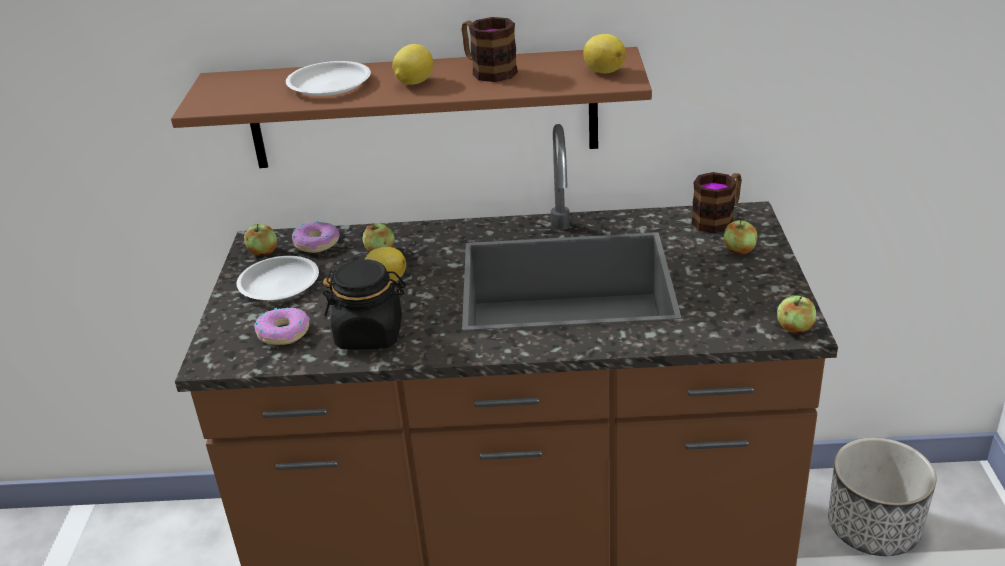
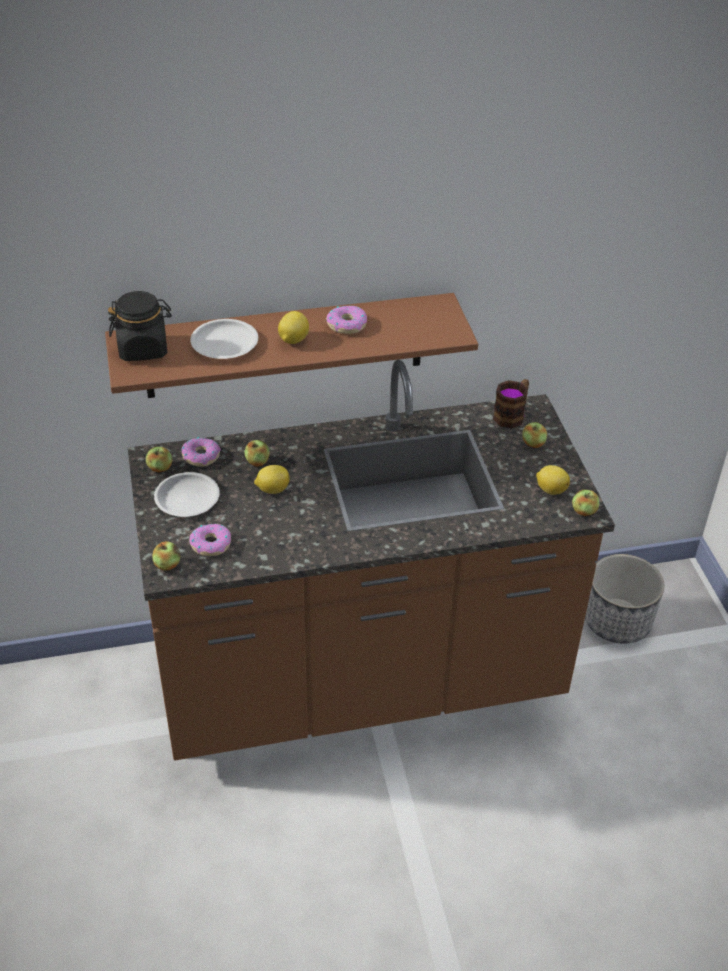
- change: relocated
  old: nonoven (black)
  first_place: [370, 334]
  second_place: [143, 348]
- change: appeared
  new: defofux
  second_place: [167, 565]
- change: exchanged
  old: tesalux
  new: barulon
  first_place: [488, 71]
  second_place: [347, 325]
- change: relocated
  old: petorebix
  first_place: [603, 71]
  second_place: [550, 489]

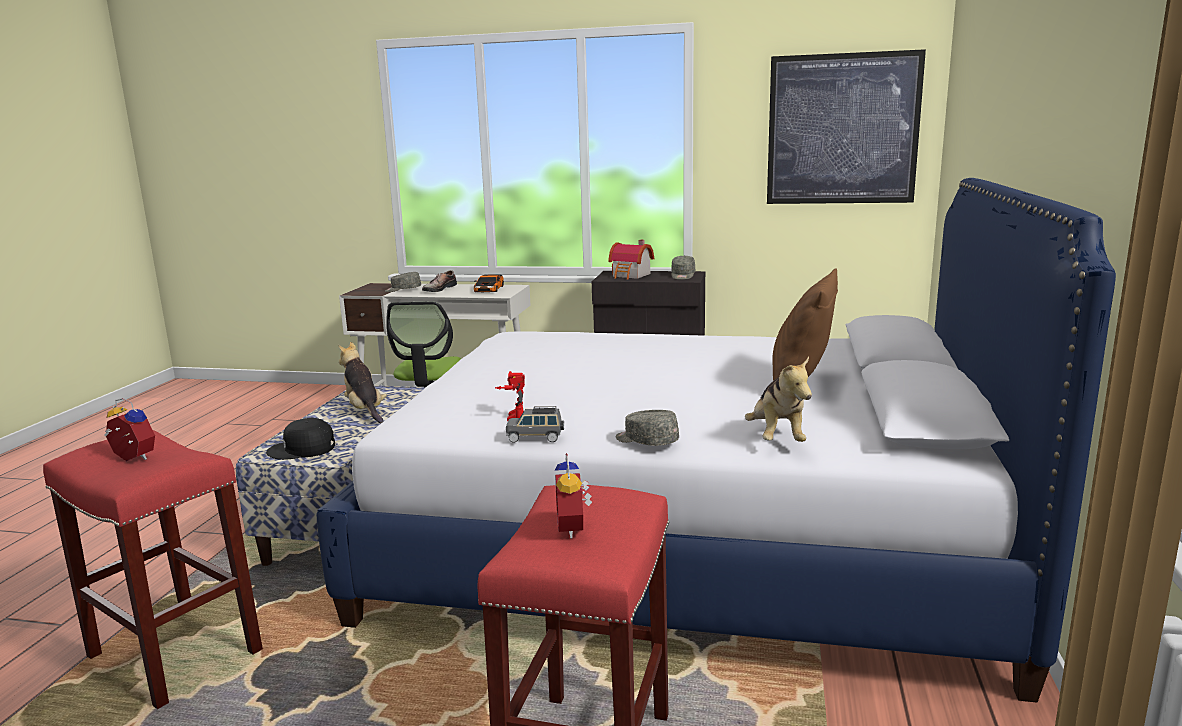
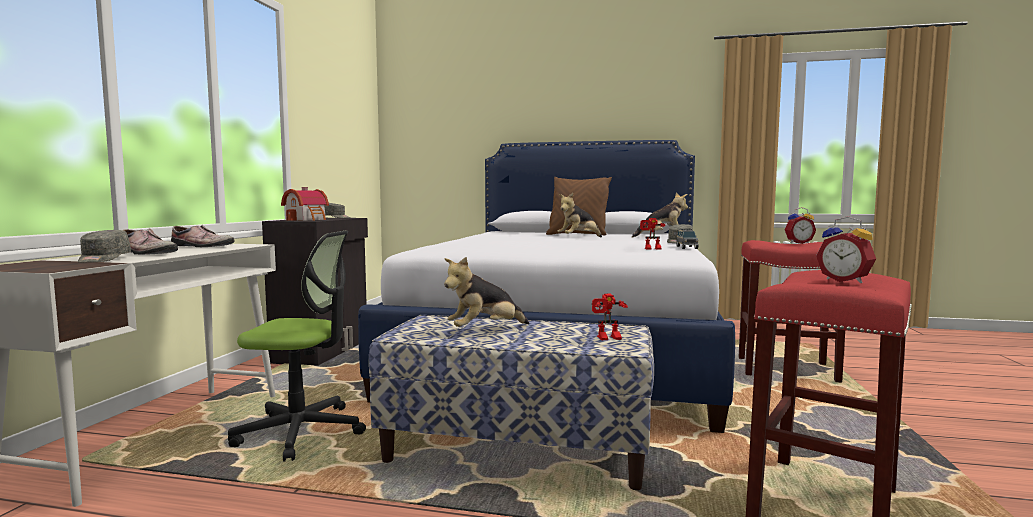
- change: exchanged
  old: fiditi
  new: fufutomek
  first_place: [489, 289]
  second_place: [201, 246]
- change: appeared
  new: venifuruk
  second_place: [579, 238]
- change: exchanged
  old: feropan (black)
  new: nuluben
  first_place: [302, 449]
  second_place: [608, 339]
- change: spun
  old: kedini
  first_place: [131, 459]
  second_place: [845, 281]
  degrees: -60
- change: missing
  old: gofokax
  first_place: [842, 129]

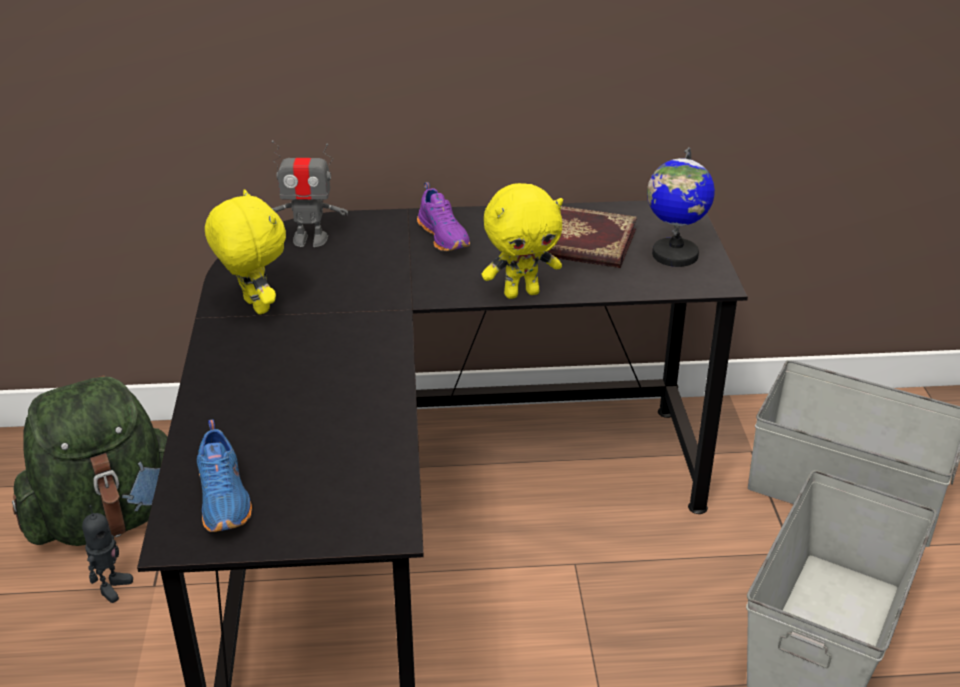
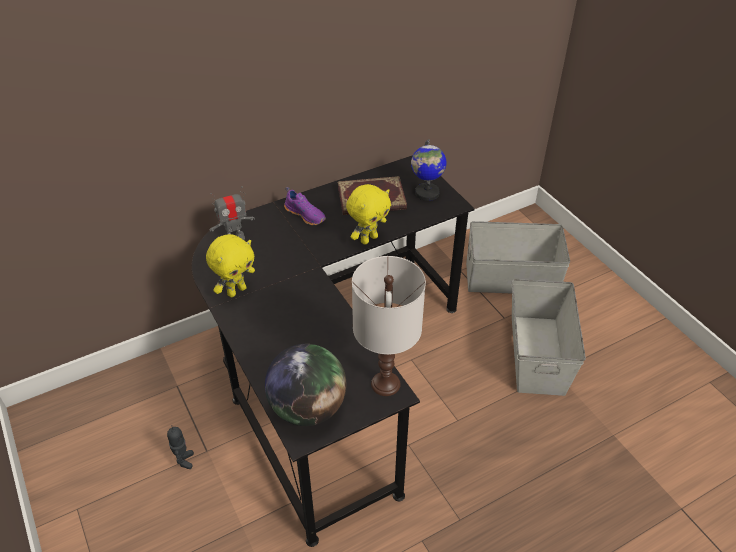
- change: spun
  old: venifuruk (yellow)
  first_place: [254, 306]
  second_place: [236, 291]
  degrees: 105
- change: exchanged
  old: fufutomek (blue)
  new: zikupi
  first_place: [225, 499]
  second_place: [308, 408]
- change: appeared
  new: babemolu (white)
  second_place: [386, 384]
- change: missing
  old: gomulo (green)
  first_place: [108, 518]

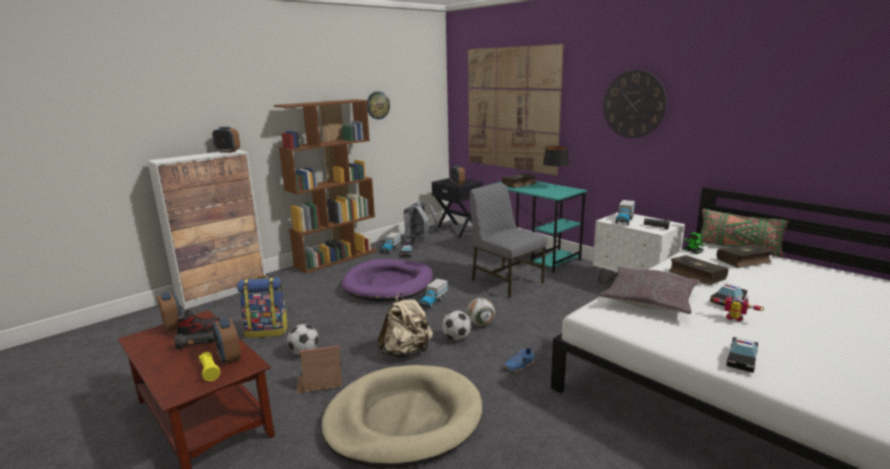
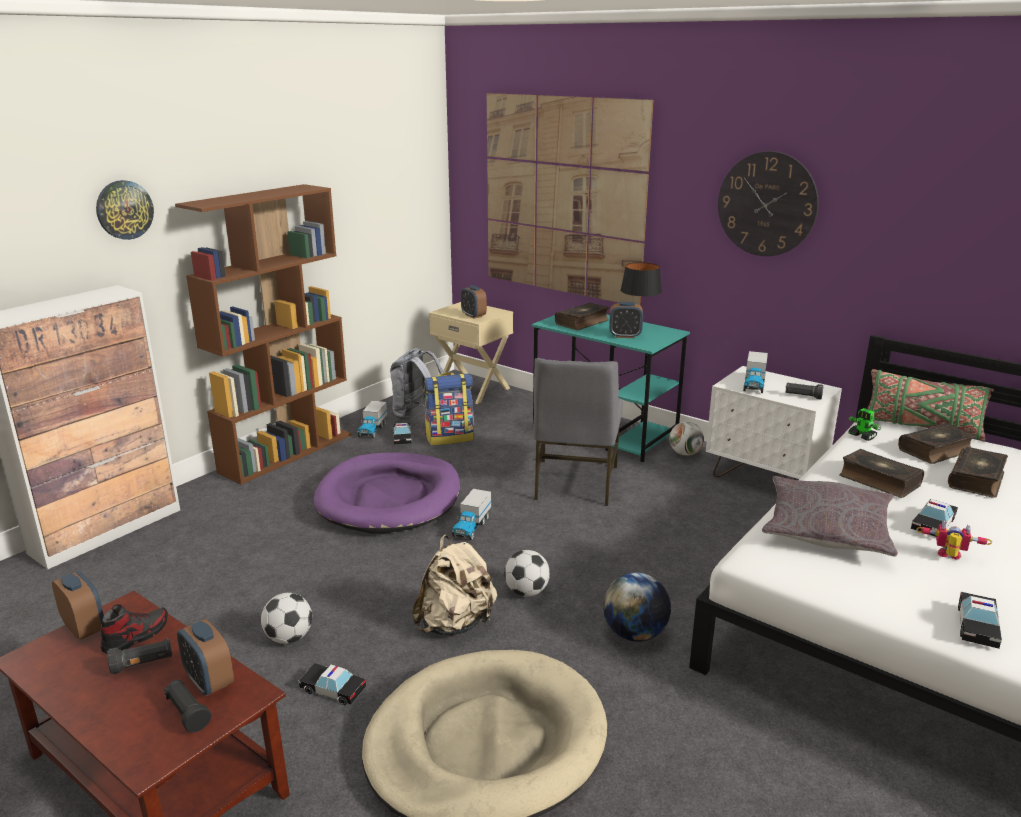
- change: relocated
  old: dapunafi
  first_place: [377, 105]
  second_place: [124, 210]
- change: colour
  old: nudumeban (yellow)
  new: nudumeban (black)
  first_place: [209, 371]
  second_place: [187, 713]
- change: exchanged
  old: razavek
  new: fiditi
  first_place: [320, 382]
  second_place: [333, 689]
- change: relocated
  old: gomulo
  first_place: [267, 331]
  second_place: [450, 437]
- change: colour
  old: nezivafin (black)
  new: nezivafin (beige)
  first_place: [458, 230]
  second_place: [473, 389]
- change: spun
  old: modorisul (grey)
  first_place: [505, 281]
  second_place: [574, 483]
  degrees: -120
- change: exchanged
  old: fufutomek (blue)
  new: zikupi
  first_place: [519, 366]
  second_place: [635, 634]
- change: relocated
  old: kedini
  first_place: [228, 151]
  second_place: [625, 336]
- change: relocated
  old: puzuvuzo
  first_place: [481, 324]
  second_place: [685, 453]
- change: appeared
  new: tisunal
  second_place: [977, 480]

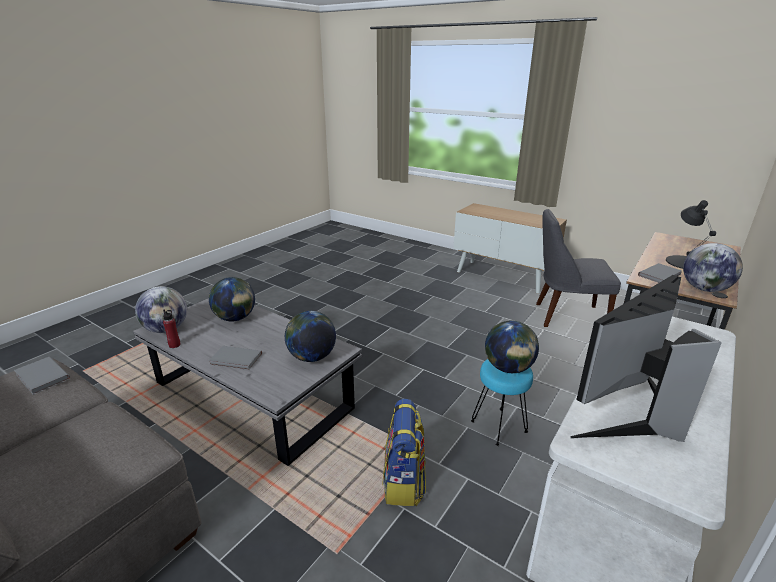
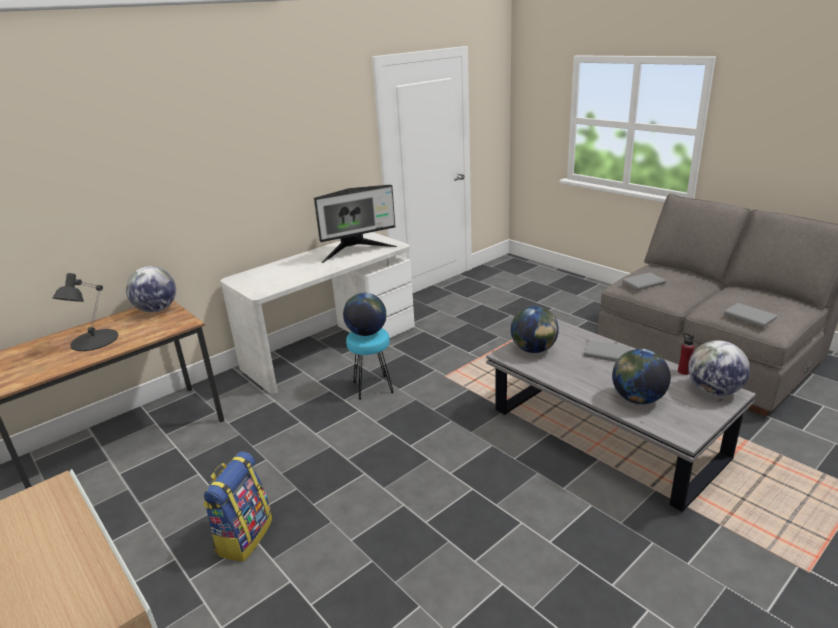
- change: relocated
  old: gomulo
  first_place: [404, 482]
  second_place: [244, 536]
- change: relocated
  old: tisunal (grey)
  first_place: [660, 275]
  second_place: [642, 283]
- change: missing
  old: modorisul (grey)
  first_place: [566, 316]

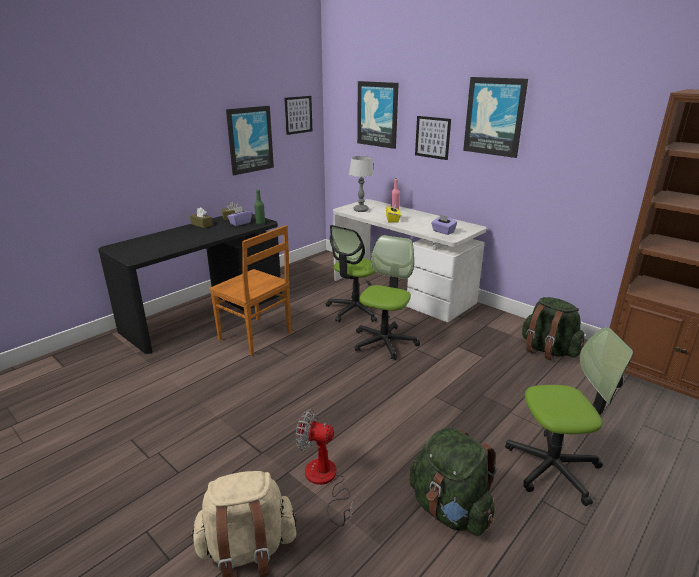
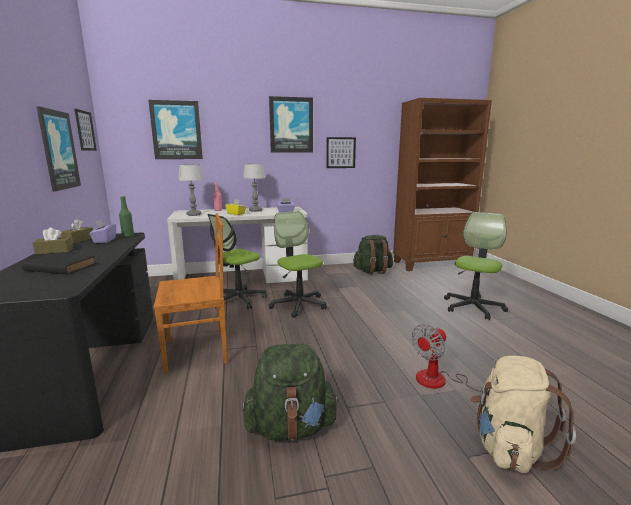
- change: appeared
  new: tisunal (black)
  second_place: [59, 267]
- change: spun
  old: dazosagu
  first_place: [354, 310]
  second_place: [238, 299]
  degrees: 60
- change: relocated
  old: gomulo (green)
  first_place: [449, 509]
  second_place: [291, 427]
- change: appeared
  new: babemolu
  second_place: [255, 210]
- change: relocated
  old: gofokax
  first_place: [432, 137]
  second_place: [340, 152]

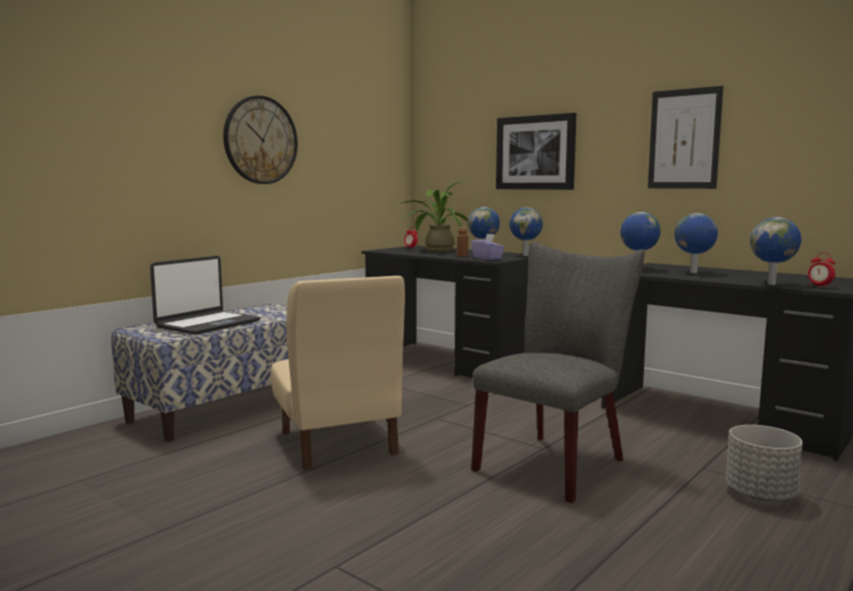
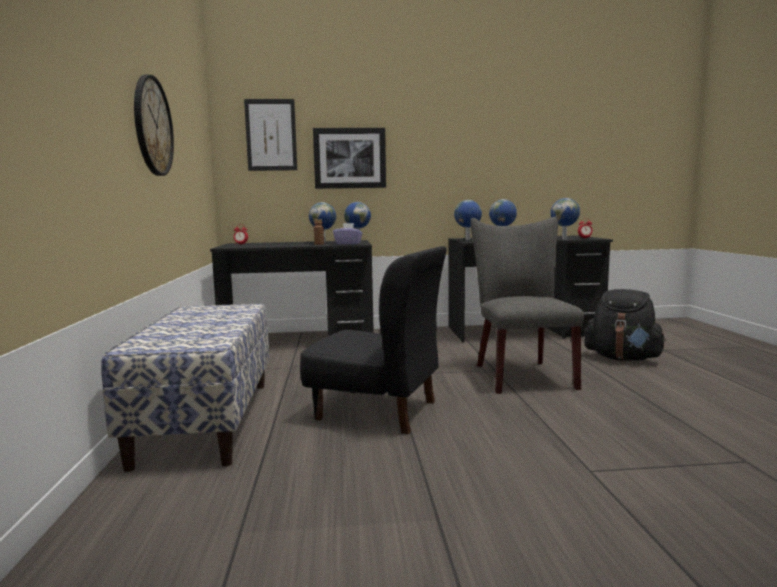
- change: relocated
  old: gofokax
  first_place: [684, 139]
  second_place: [271, 135]
- change: colour
  old: modorisul (beige)
  new: modorisul (black)
  first_place: [337, 443]
  second_place: [378, 410]
- change: exchanged
  old: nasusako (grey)
  new: gomulo (black)
  first_place: [760, 495]
  second_place: [623, 358]
- change: missing
  old: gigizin
  first_place: [207, 324]
- change: missing
  old: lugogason
  first_place: [435, 251]

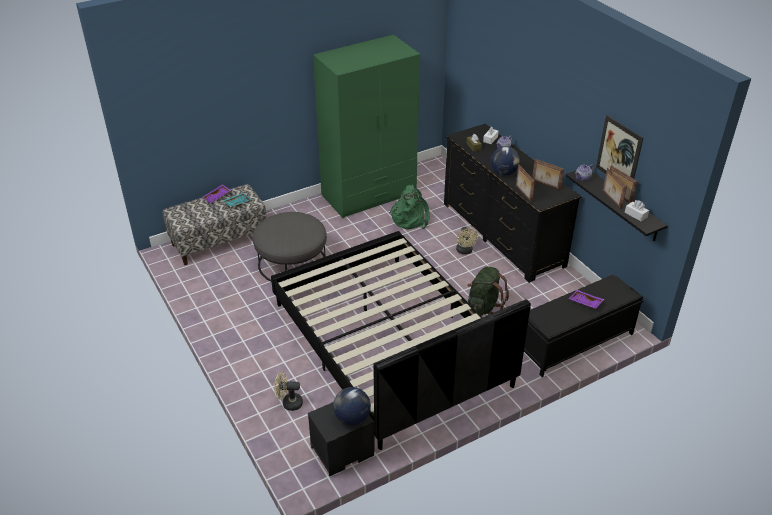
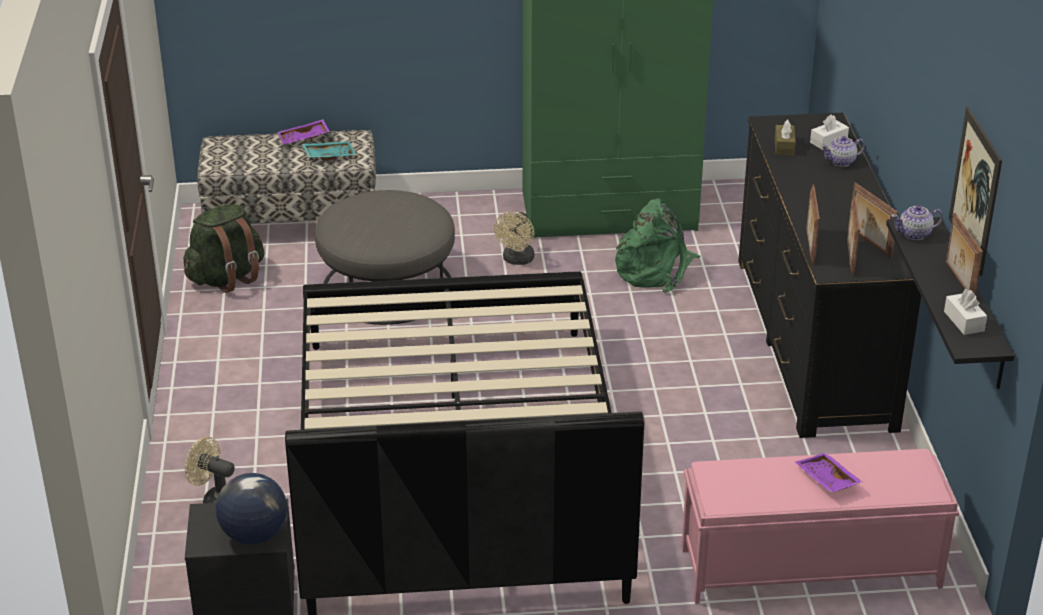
- change: relocated
  old: gomulo (green)
  first_place: [484, 306]
  second_place: [227, 278]
- change: relocated
  old: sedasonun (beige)
  first_place: [465, 251]
  second_place: [517, 260]
- change: colour
  old: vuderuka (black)
  new: vuderuka (pink)
  first_place: [574, 343]
  second_place: [808, 567]
- change: relocated
  old: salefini
  first_place: [611, 200]
  second_place: [850, 257]
- change: missing
  old: zikupi
  first_place: [504, 173]

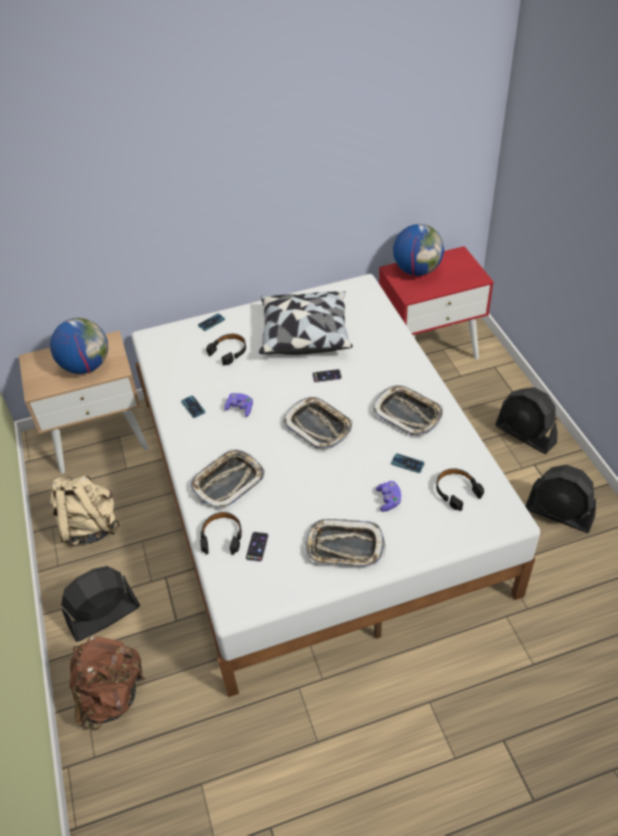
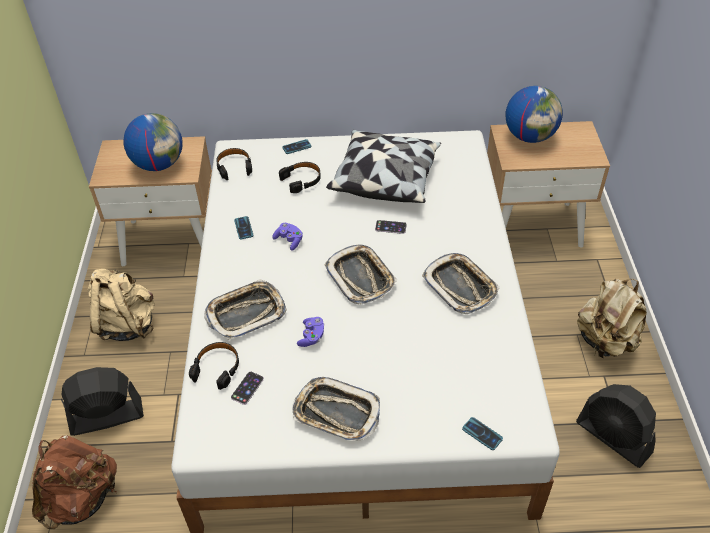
- change: relocated
  old: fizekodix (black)
  first_place: [456, 491]
  second_place: [234, 167]
- change: relocated
  old: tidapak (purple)
  first_place: [388, 500]
  second_place: [311, 336]
- change: relocated
  old: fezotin
  first_place: [407, 463]
  second_place: [482, 434]
- change: colour
  old: nezivafin (red)
  new: nezivafin (beige)
  first_place: [429, 349]
  second_place: [532, 225]
- change: exchanged
  old: sedasonun (black)
  new: gomulo (beige)
  first_place: [525, 435]
  second_place: [605, 341]

